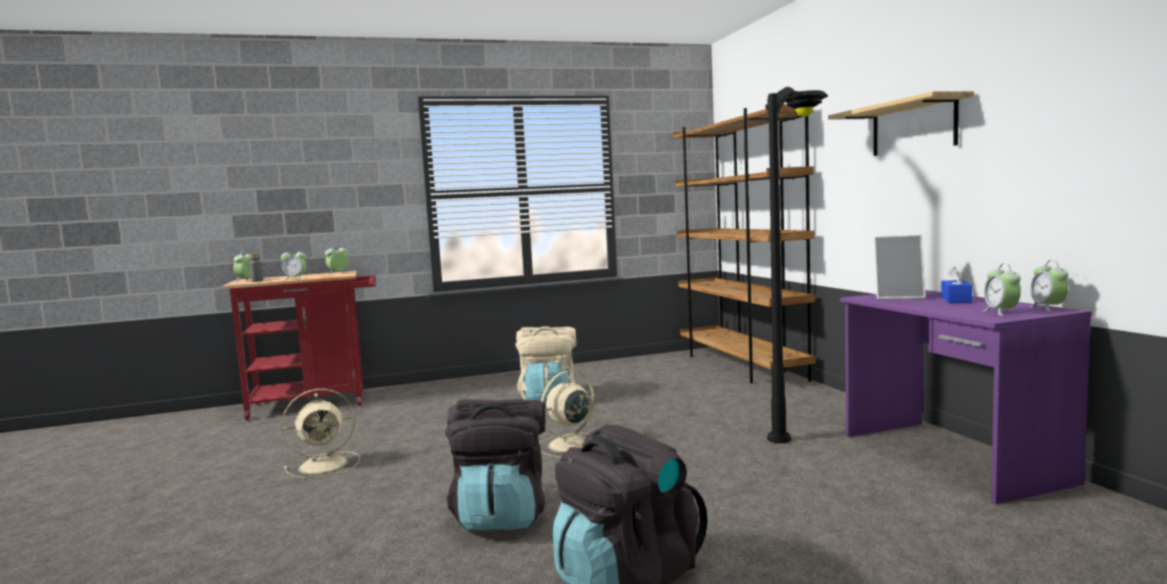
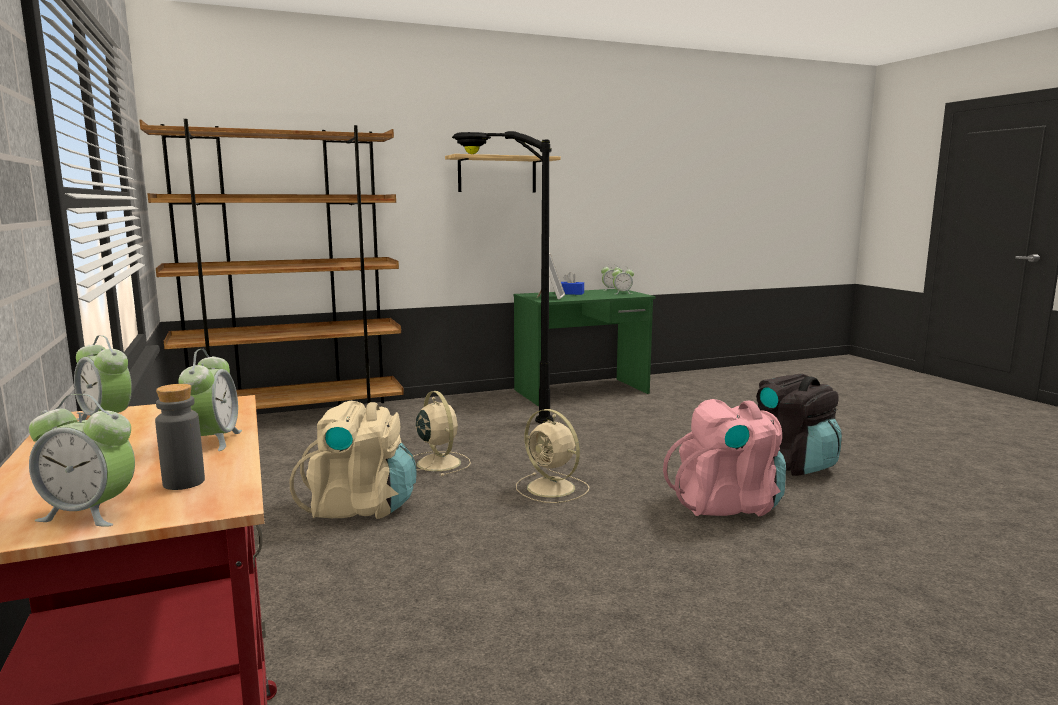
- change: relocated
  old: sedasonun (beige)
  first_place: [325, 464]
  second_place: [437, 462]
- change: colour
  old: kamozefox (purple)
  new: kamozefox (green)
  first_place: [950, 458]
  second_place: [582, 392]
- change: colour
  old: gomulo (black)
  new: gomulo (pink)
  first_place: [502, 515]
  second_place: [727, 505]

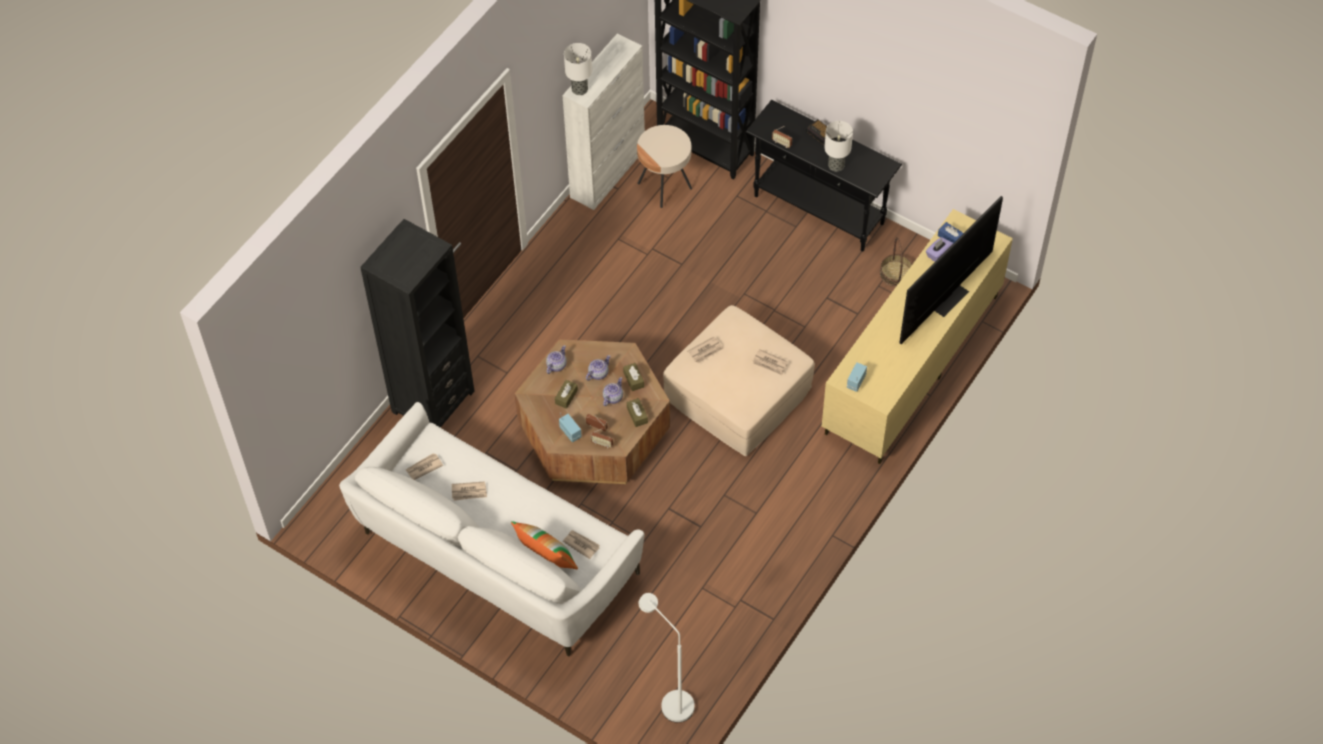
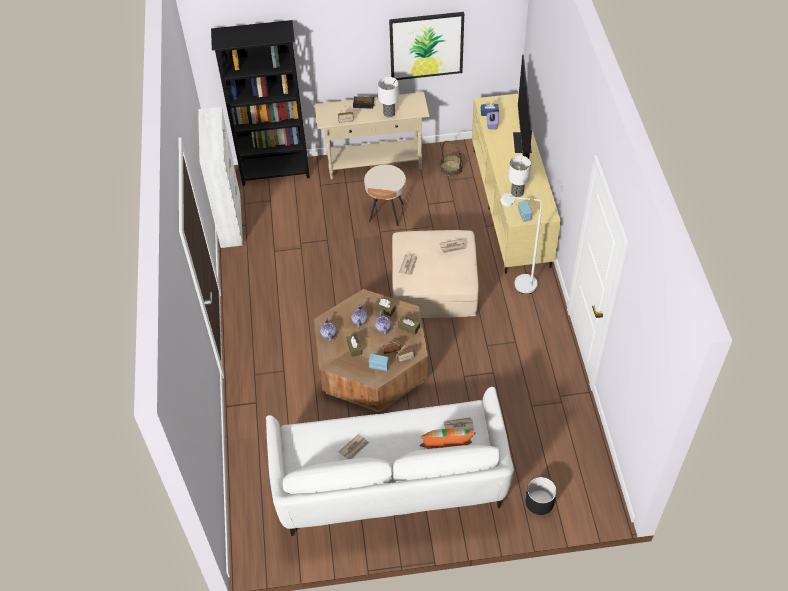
- change: colour
  old: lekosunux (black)
  new: lekosunux (beige)
  first_place: [819, 210]
  second_place: [375, 163]
- change: relocated
  old: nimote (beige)
  first_place: [664, 186]
  second_place: [386, 213]
- change: appeared
  new: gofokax
  second_place: [426, 45]
- change: relocated
  old: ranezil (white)
  first_place: [670, 701]
  second_place: [518, 285]
- change: relocated
  old: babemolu
  first_place: [579, 89]
  second_place: [517, 193]
- change: appeared
  new: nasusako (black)
  second_place: [539, 502]
- change: missing
  old: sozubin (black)
  first_place: [433, 401]
- change: missing
  old: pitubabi
  first_place: [423, 467]

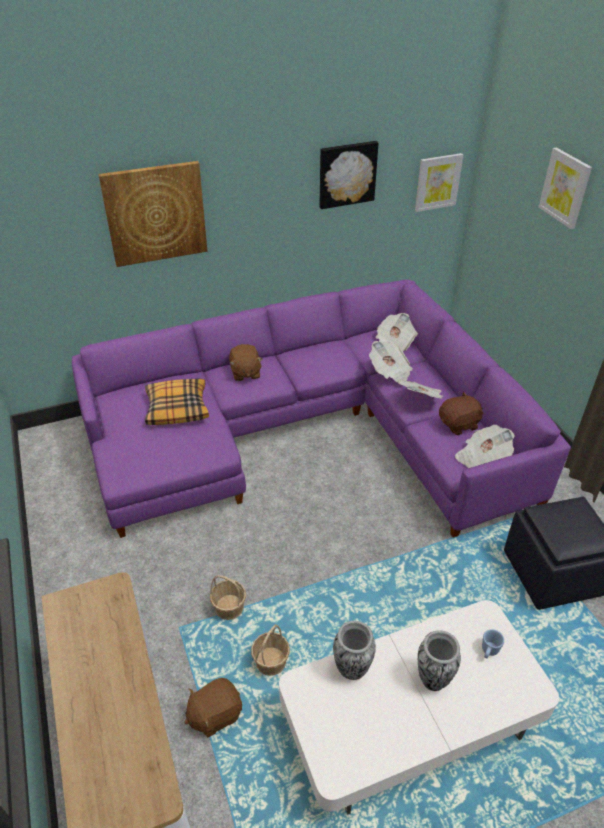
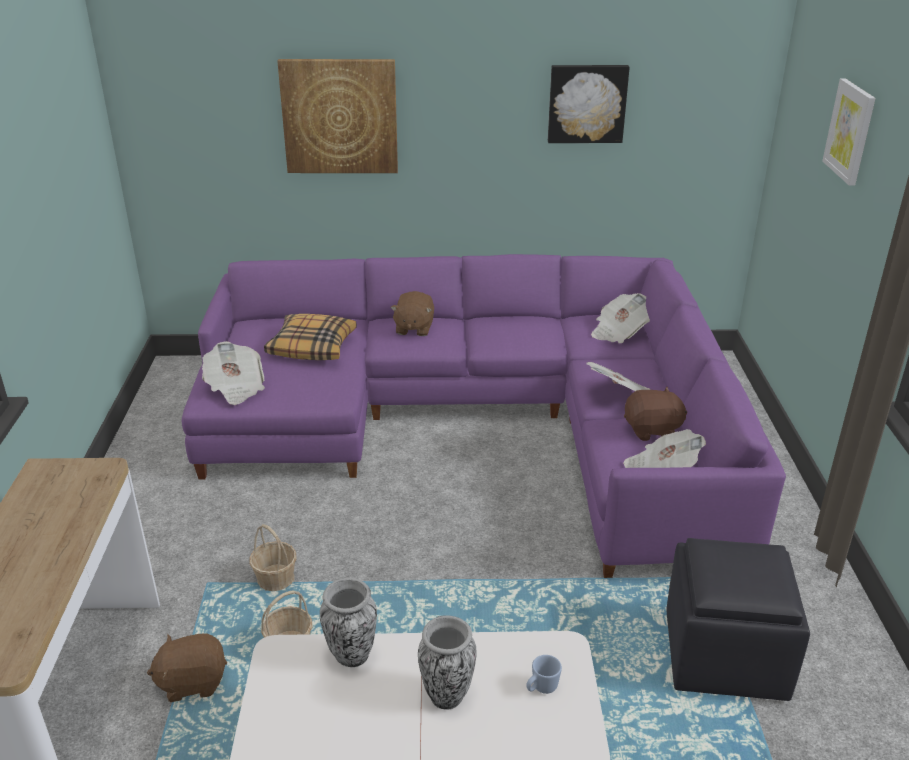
- change: relocated
  old: pitubabi
  first_place: [390, 372]
  second_place: [235, 388]
- change: missing
  old: gofokax
  first_place: [437, 182]

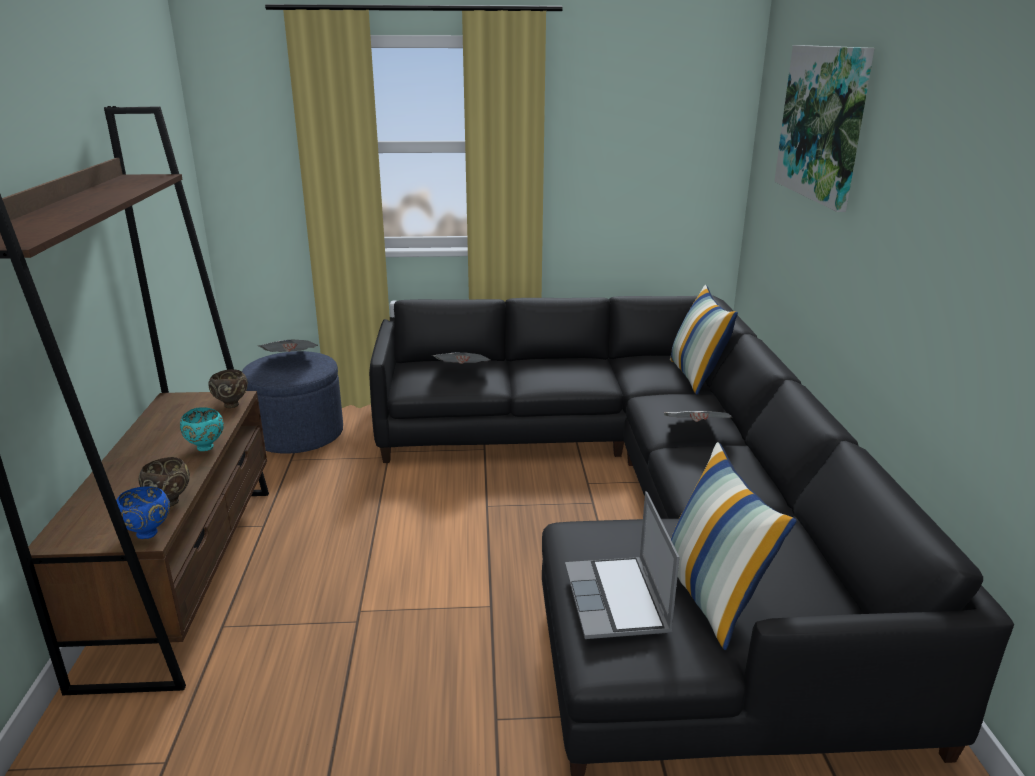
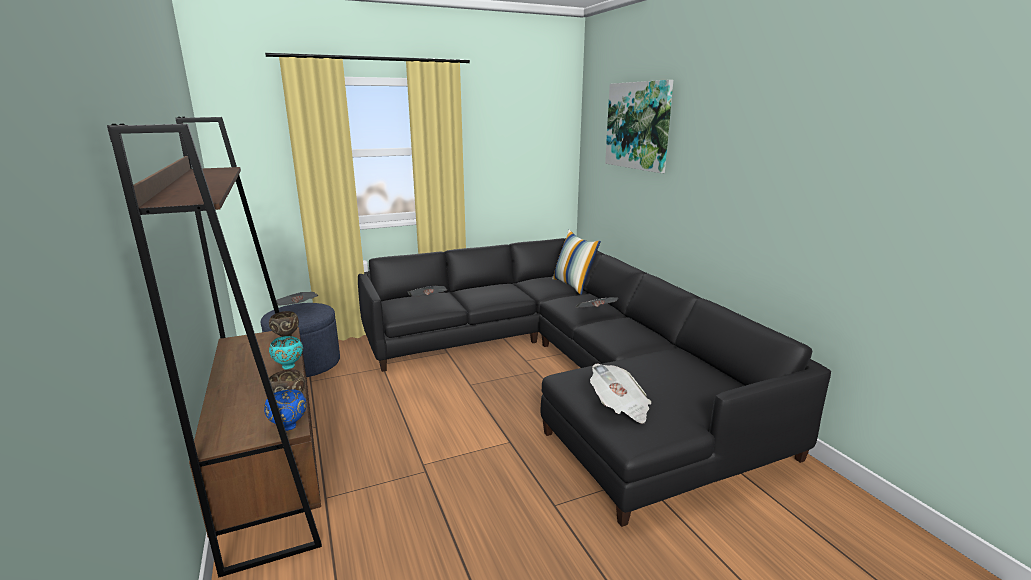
- change: exchanged
  old: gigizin
  new: pitubabi
  first_place: [618, 601]
  second_place: [620, 407]
- change: missing
  old: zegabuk
  first_place: [713, 596]

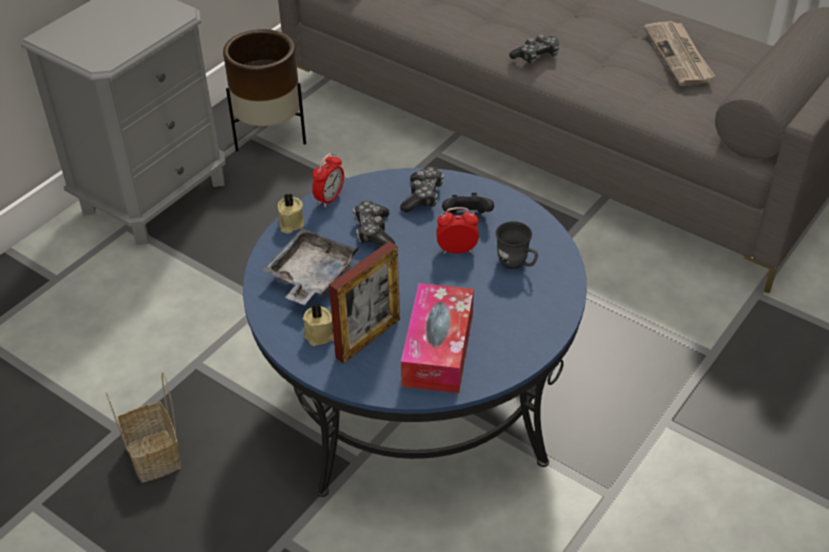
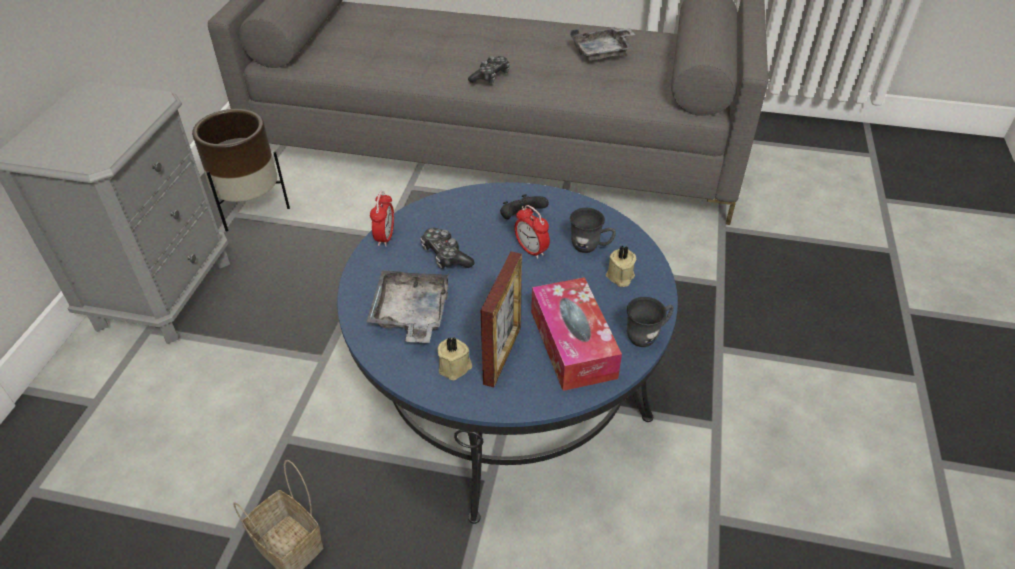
- change: spun
  old: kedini
  first_place: [457, 250]
  second_place: [531, 250]
  degrees: -105
- change: exchanged
  old: pitubabi
  new: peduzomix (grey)
  first_place: [679, 56]
  second_place: [603, 52]
- change: relocated
  old: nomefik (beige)
  first_place: [290, 224]
  second_place: [620, 277]
- change: appeared
  new: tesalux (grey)
  second_place: [647, 336]
- change: missing
  old: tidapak
  first_place: [422, 196]

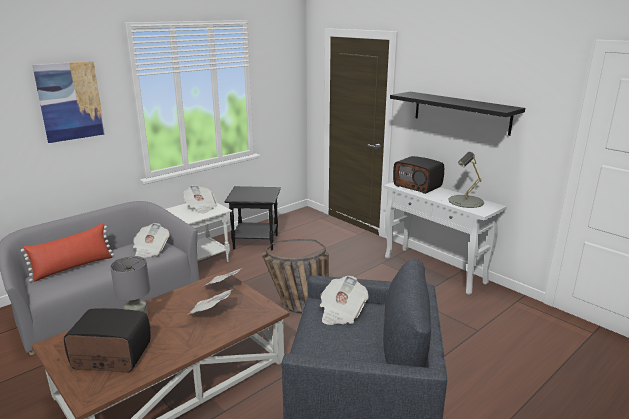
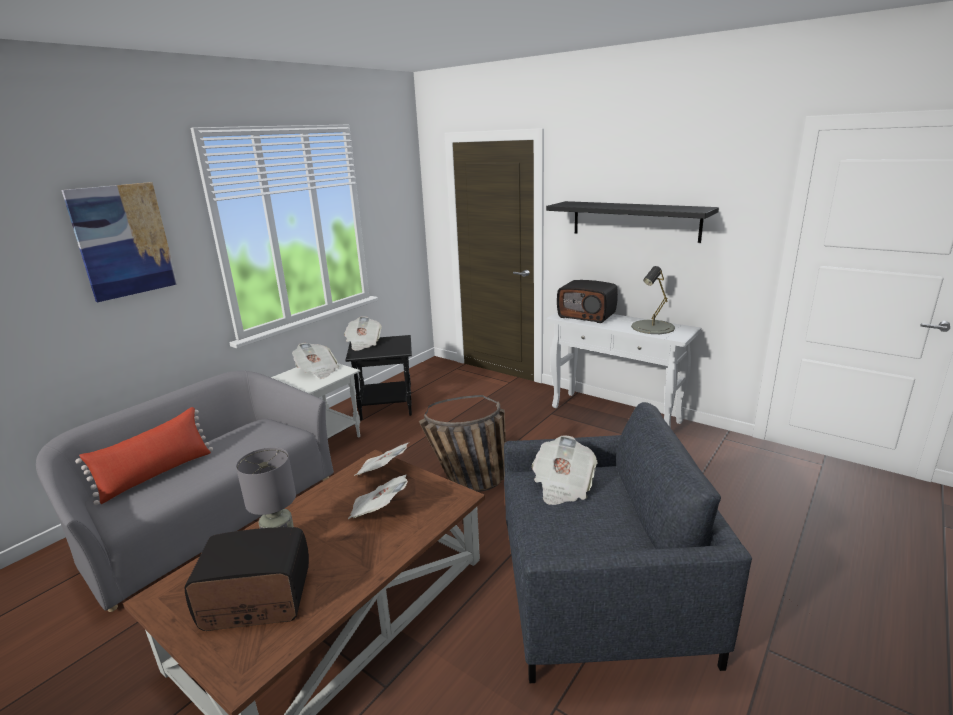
- change: relocated
  old: pitubabi
  first_place: [150, 250]
  second_place: [363, 343]

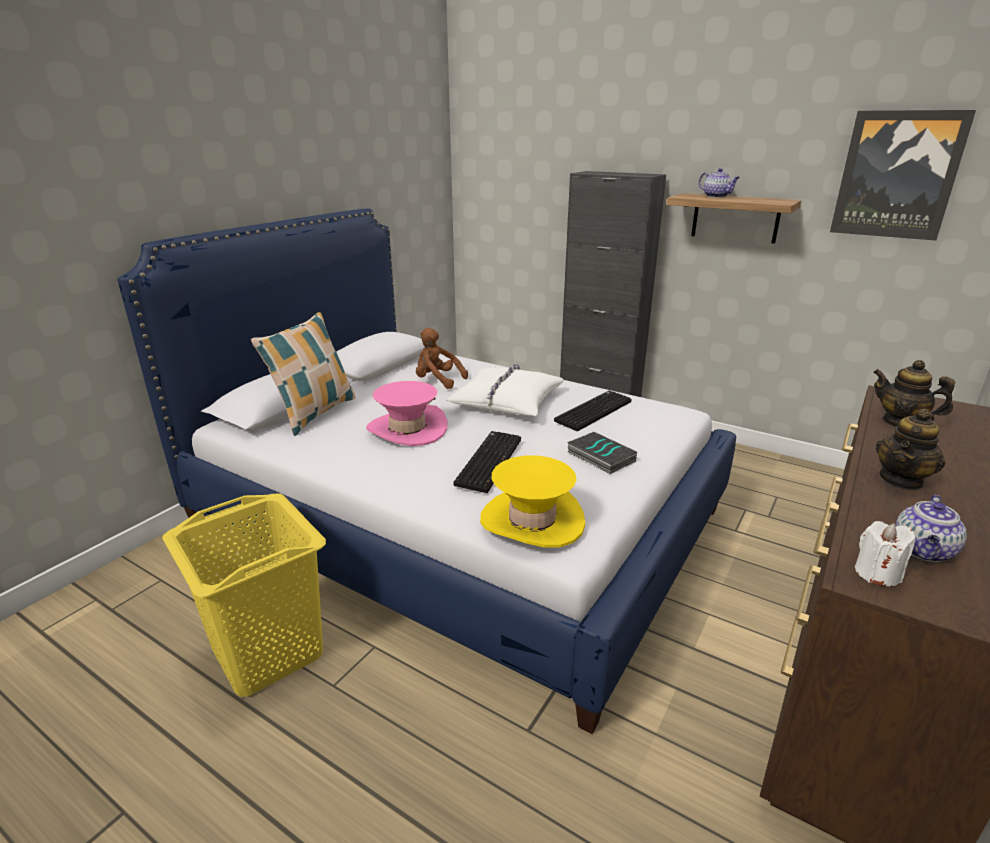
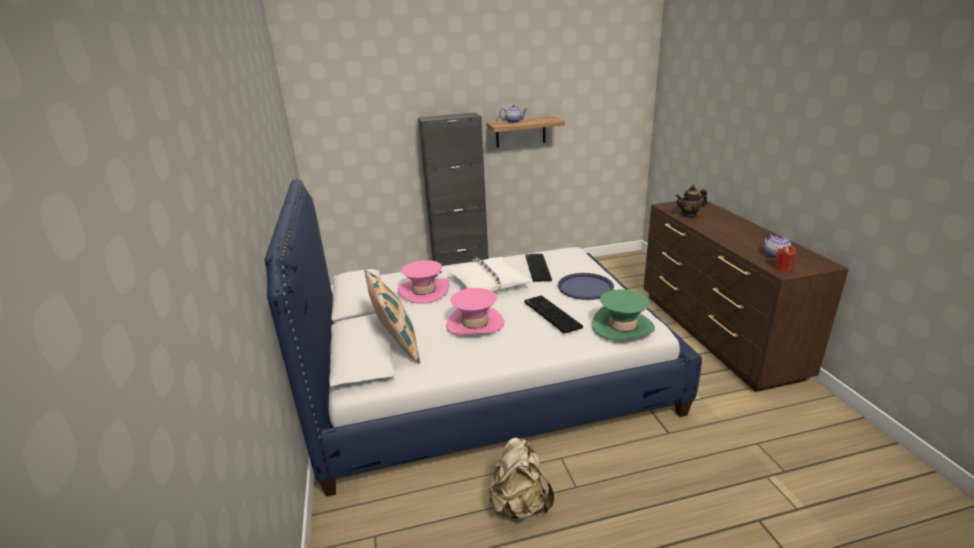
- change: exchanged
  old: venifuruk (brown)
  new: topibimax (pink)
  first_place: [437, 381]
  second_place: [424, 291]
- change: exchanged
  old: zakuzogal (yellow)
  new: gomulo (beige)
  first_place: [268, 653]
  second_place: [519, 505]
- change: exchanged
  old: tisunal
  new: peduzomix (blue)
  first_place: [599, 457]
  second_place: [585, 287]
- change: colour
  old: topibimax (yellow)
  new: topibimax (green)
  first_place: [532, 520]
  second_place: [622, 326]
- change: colour
  old: nomefik (white)
  new: nomefik (red)
  first_place: [877, 573]
  second_place: [783, 268]
- change: missing
  old: gofokax
  first_place: [897, 175]
- change: missing
  old: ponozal
  first_place: [901, 480]

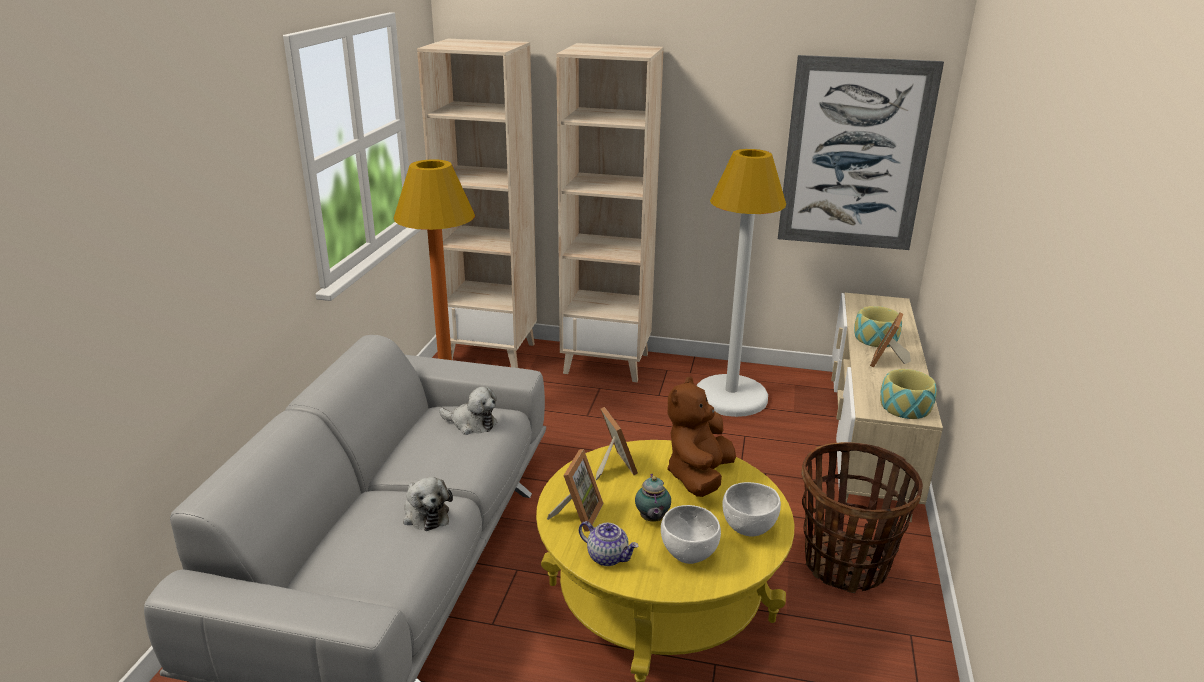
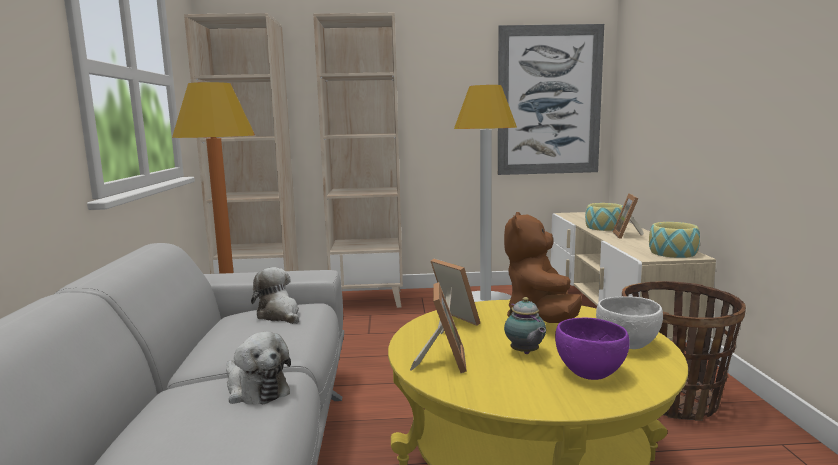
- change: spun
  old: venifuruk
  first_place: [471, 424]
  second_place: [279, 315]
  degrees: -135
- change: colour
  old: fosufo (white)
  new: fosufo (purple)
  first_place: [689, 554]
  second_place: [590, 373]
- change: missing
  old: ponozal
  first_place: [608, 557]

